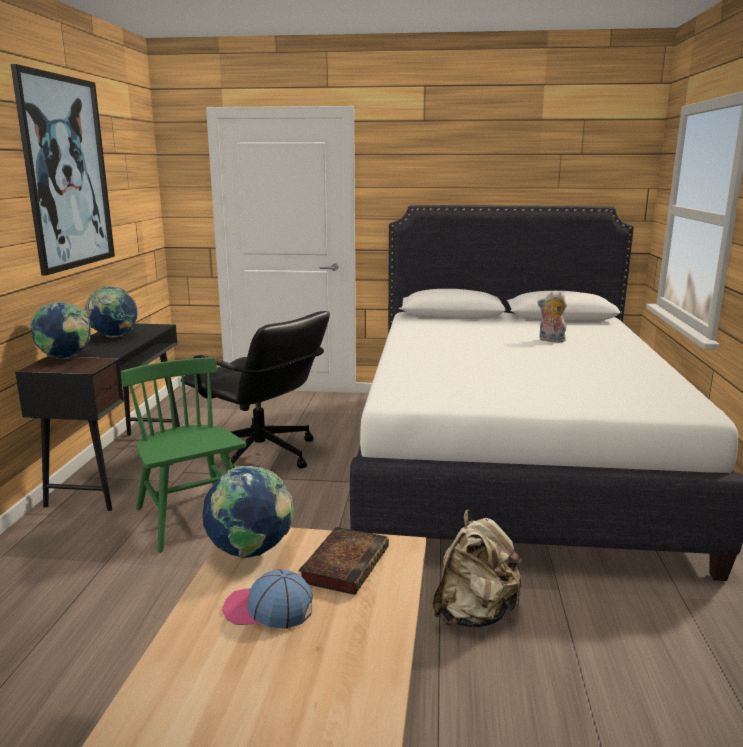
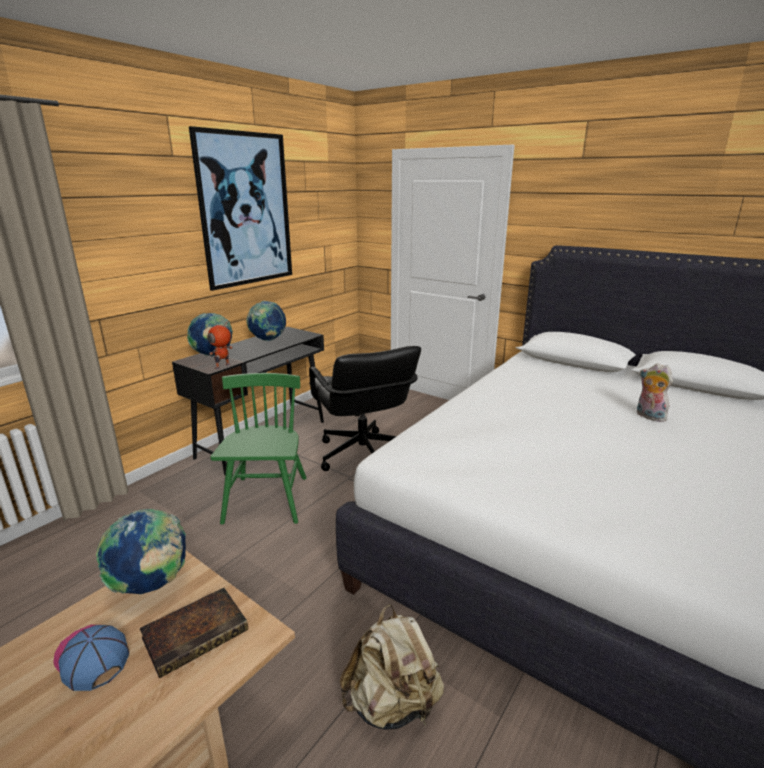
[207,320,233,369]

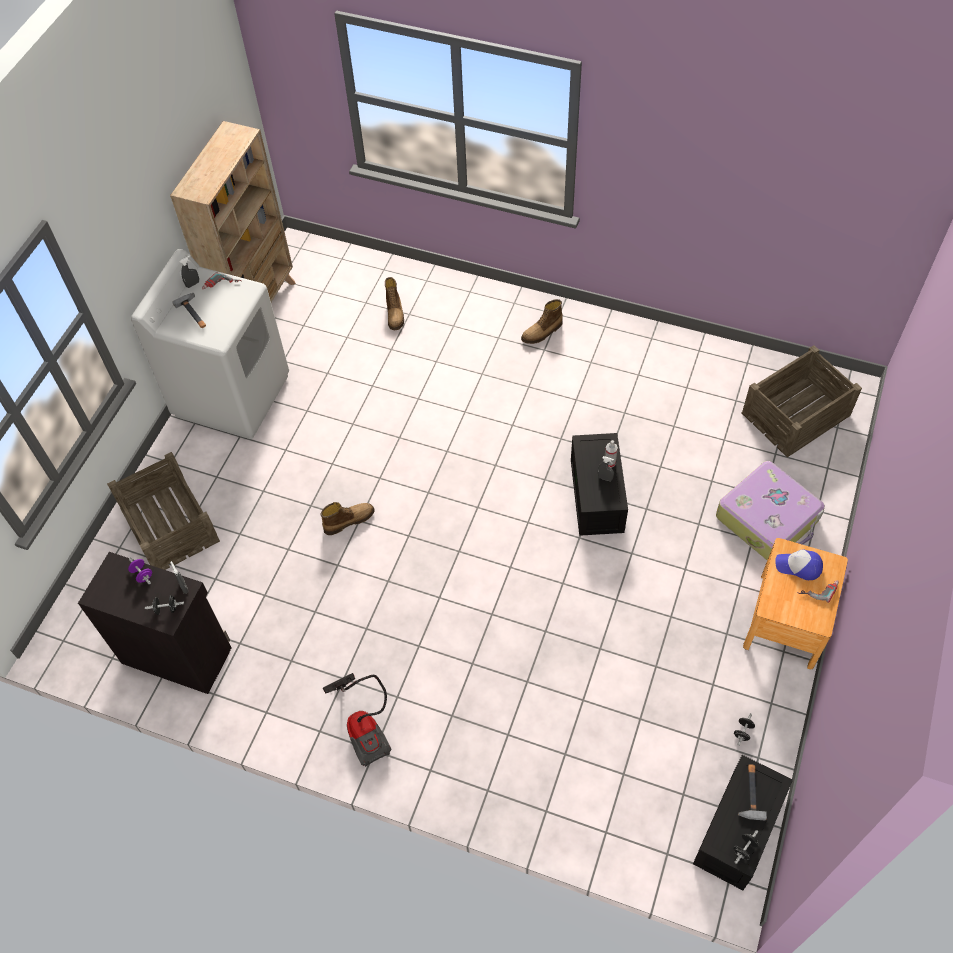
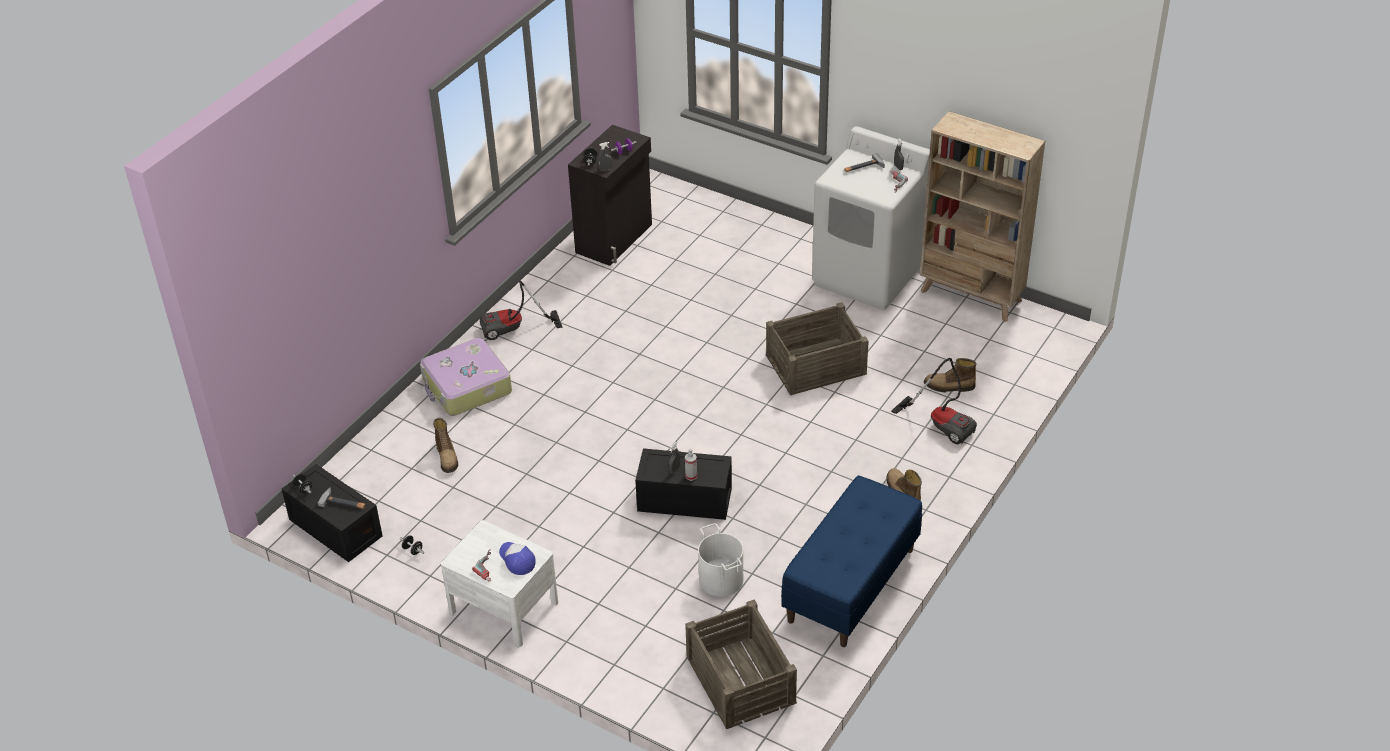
[698,523,743,597]
[781,476,922,647]
[891,358,977,445]
[766,302,869,395]
[433,418,458,473]
[420,338,512,416]
[441,520,558,647]
[499,542,536,575]

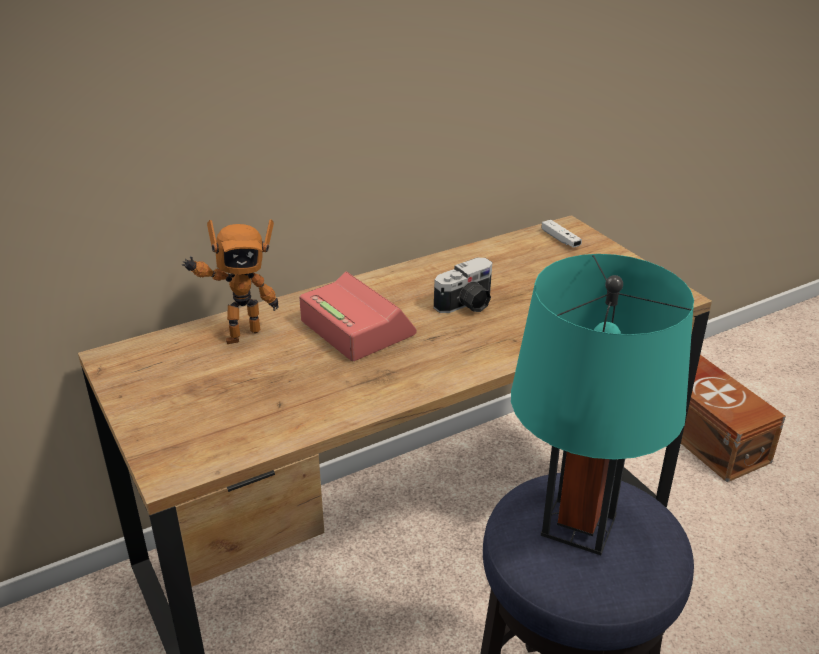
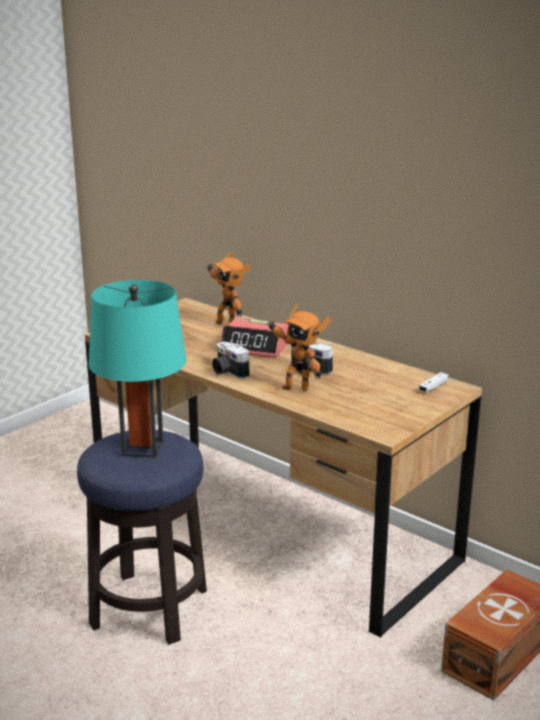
[212,342,250,379]
[267,305,332,391]
[220,318,288,358]

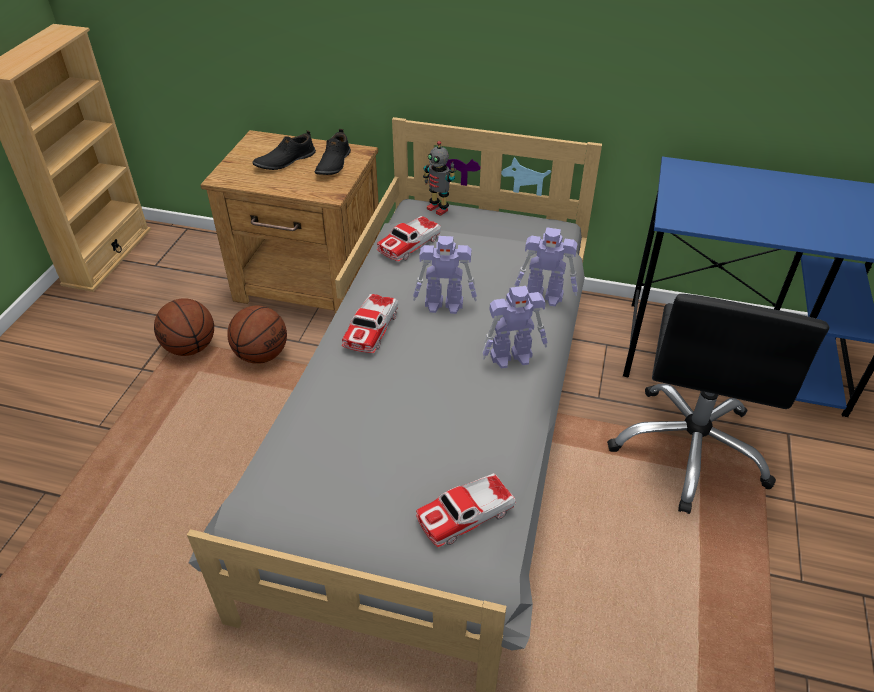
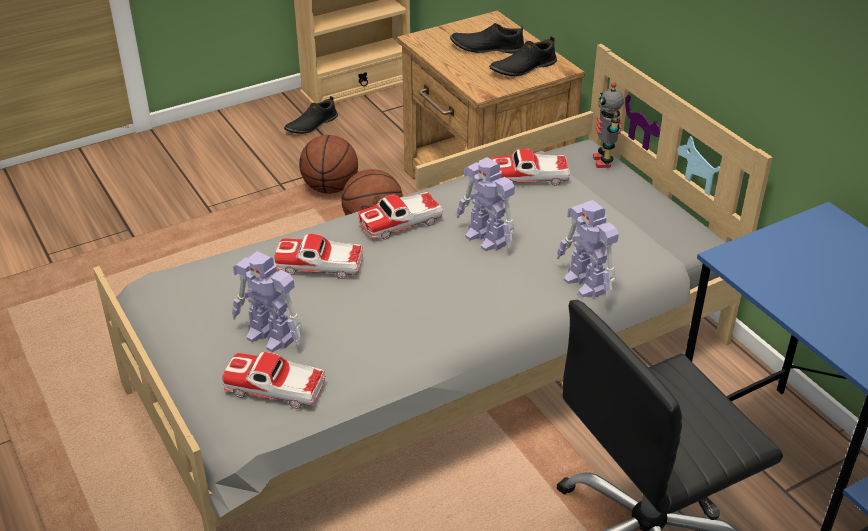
[275,234,363,279]
[284,96,338,134]
[232,251,302,352]

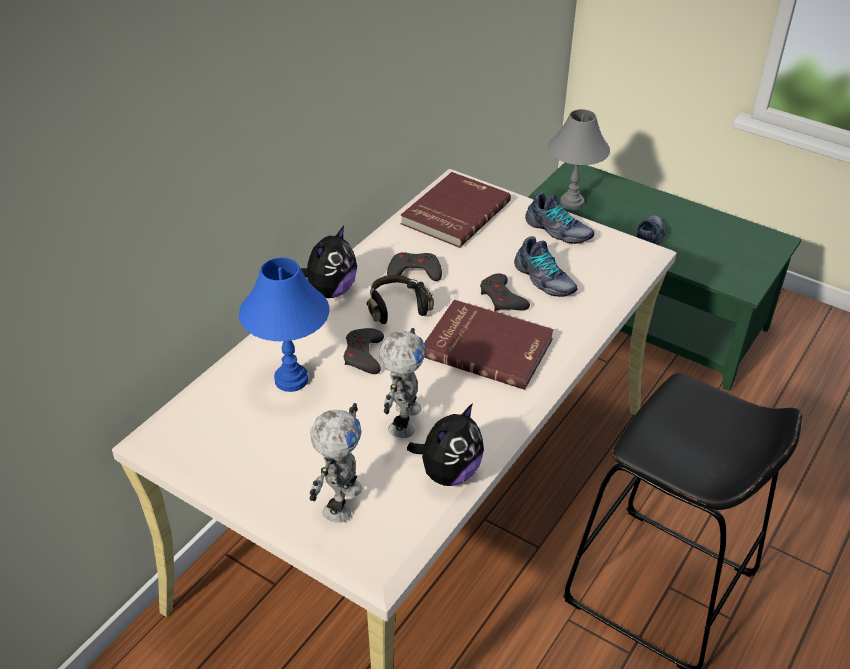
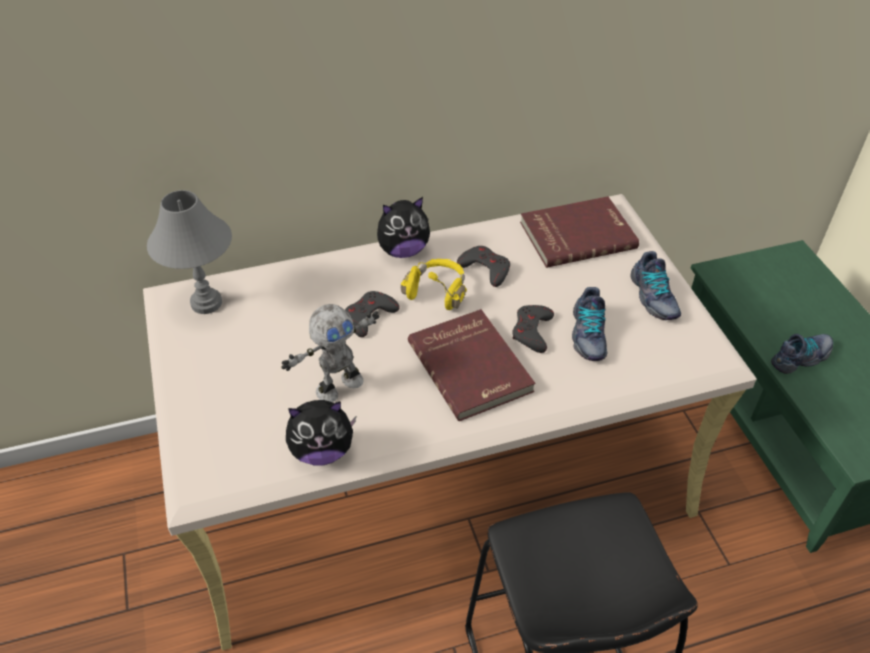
[239,258,329,392] (first image)
[310,403,363,523] (first image)
[147,190,232,314]
[401,259,467,310]

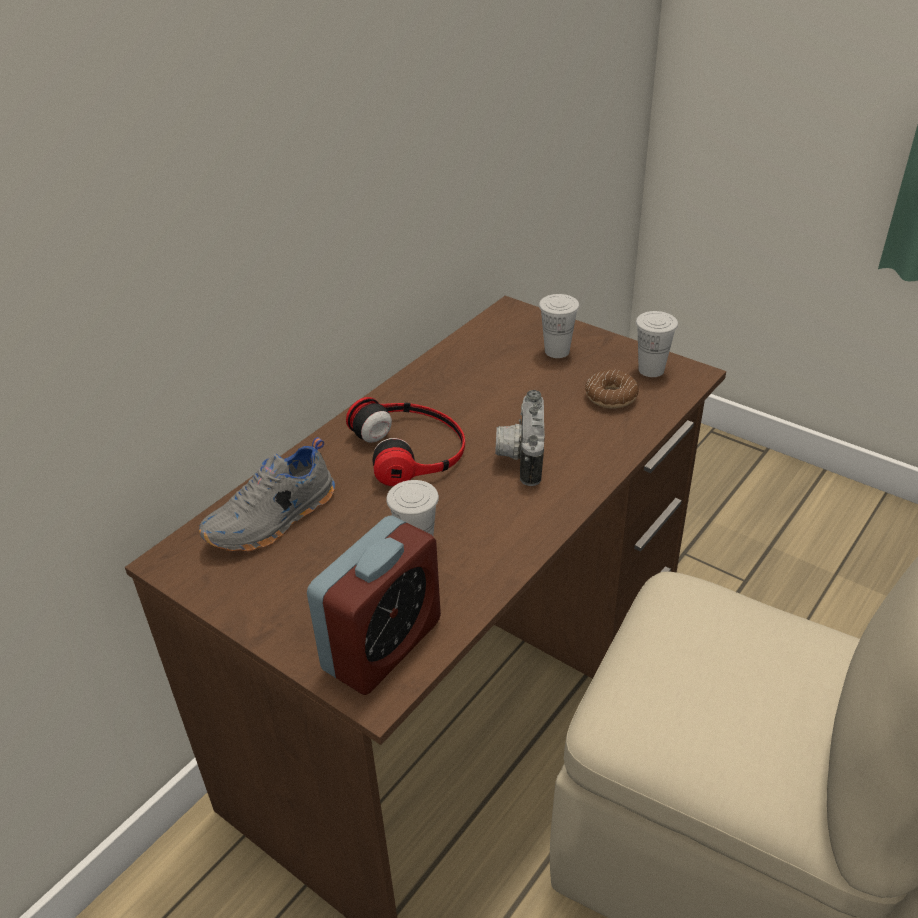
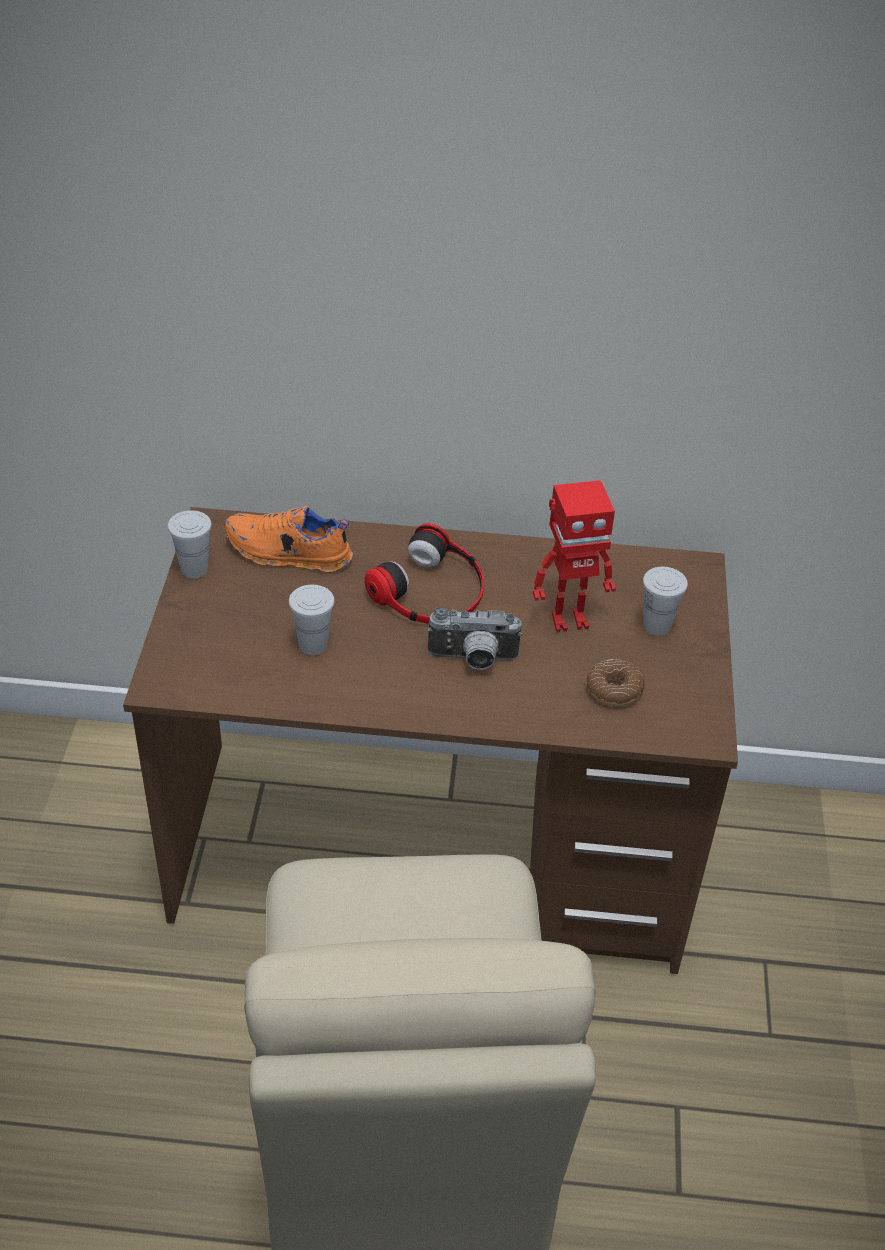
[307,516,441,695] (first image)
[533,480,616,633]
[168,510,212,578]
[225,506,353,573]
[427,607,522,670]

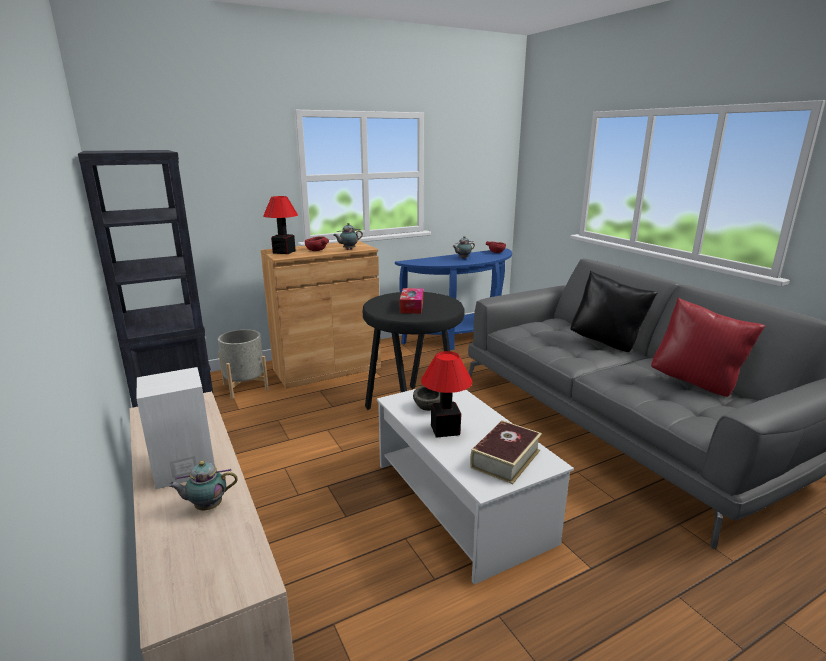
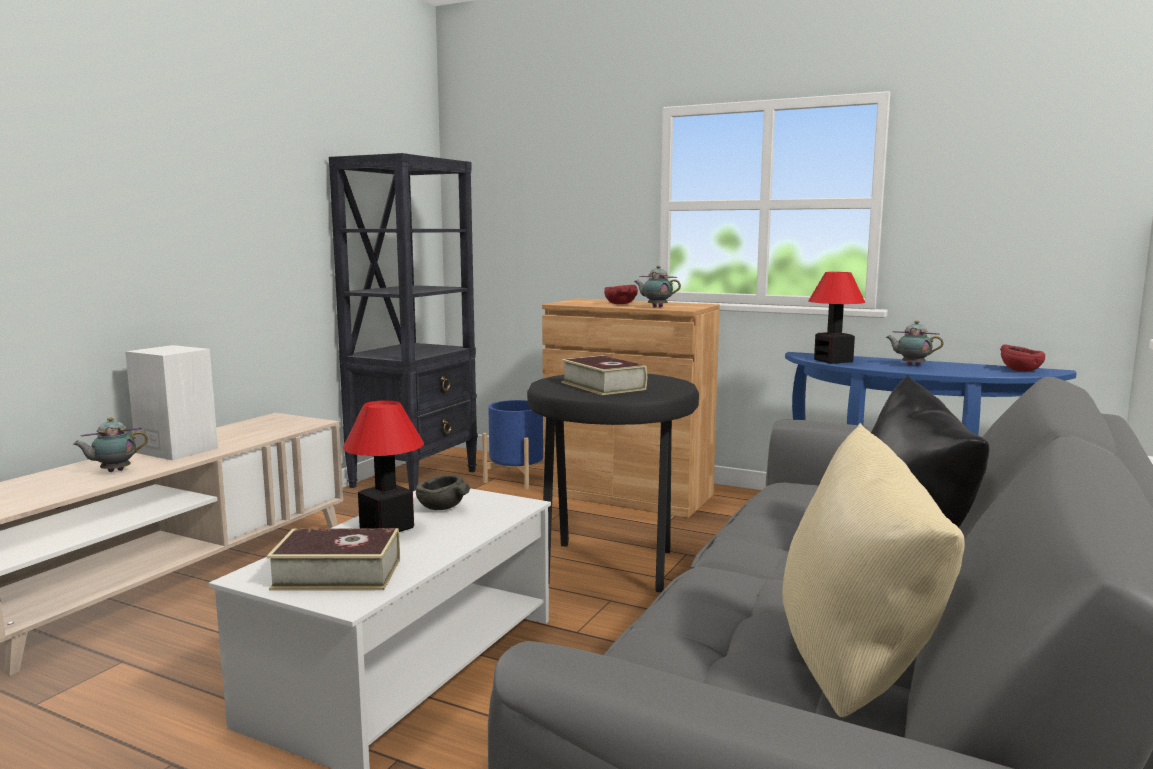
[808,272,865,364]
[561,355,647,395]
[482,400,543,489]
[782,423,965,717]
[73,417,148,472]

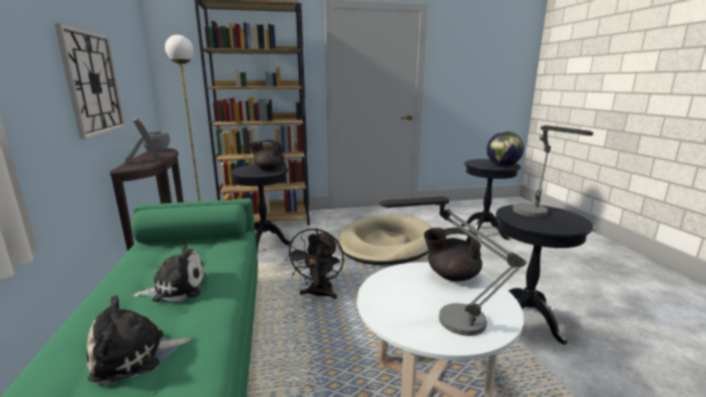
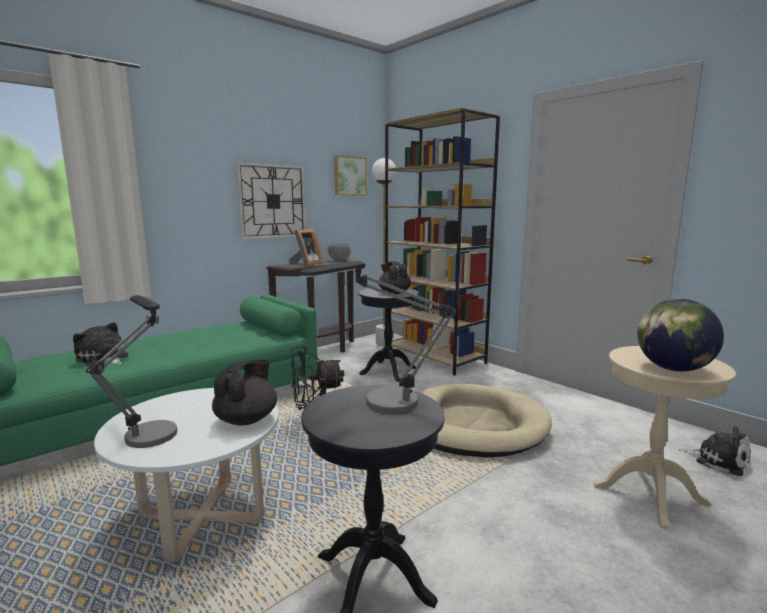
[334,155,367,195]
[678,427,751,476]
[594,346,736,529]
[212,360,277,426]

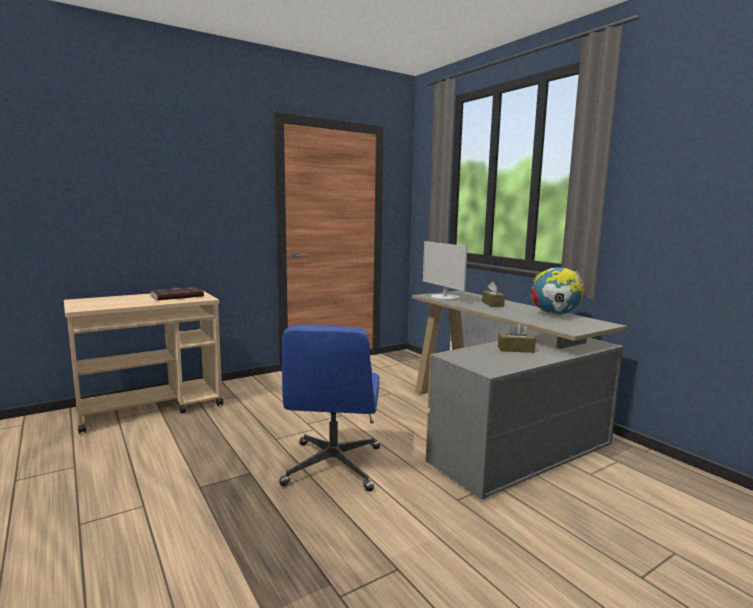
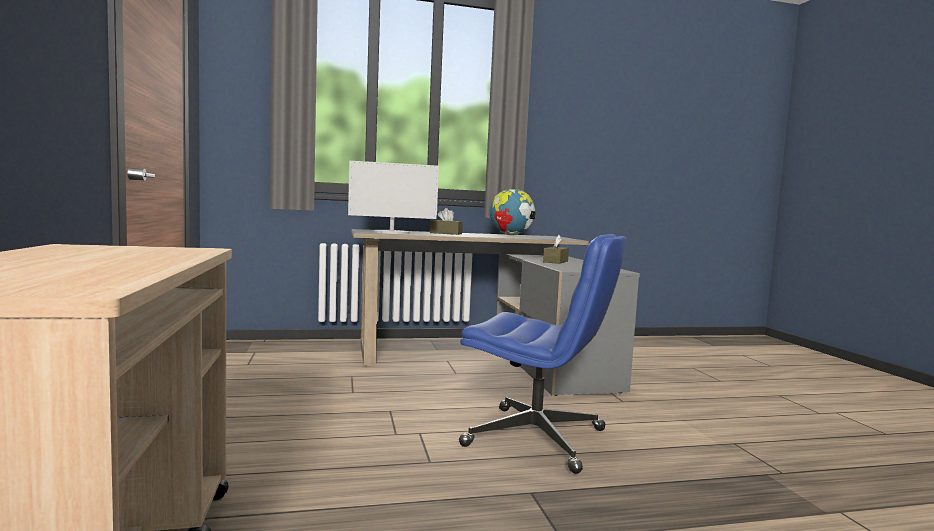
[150,287,205,300] (first image)

